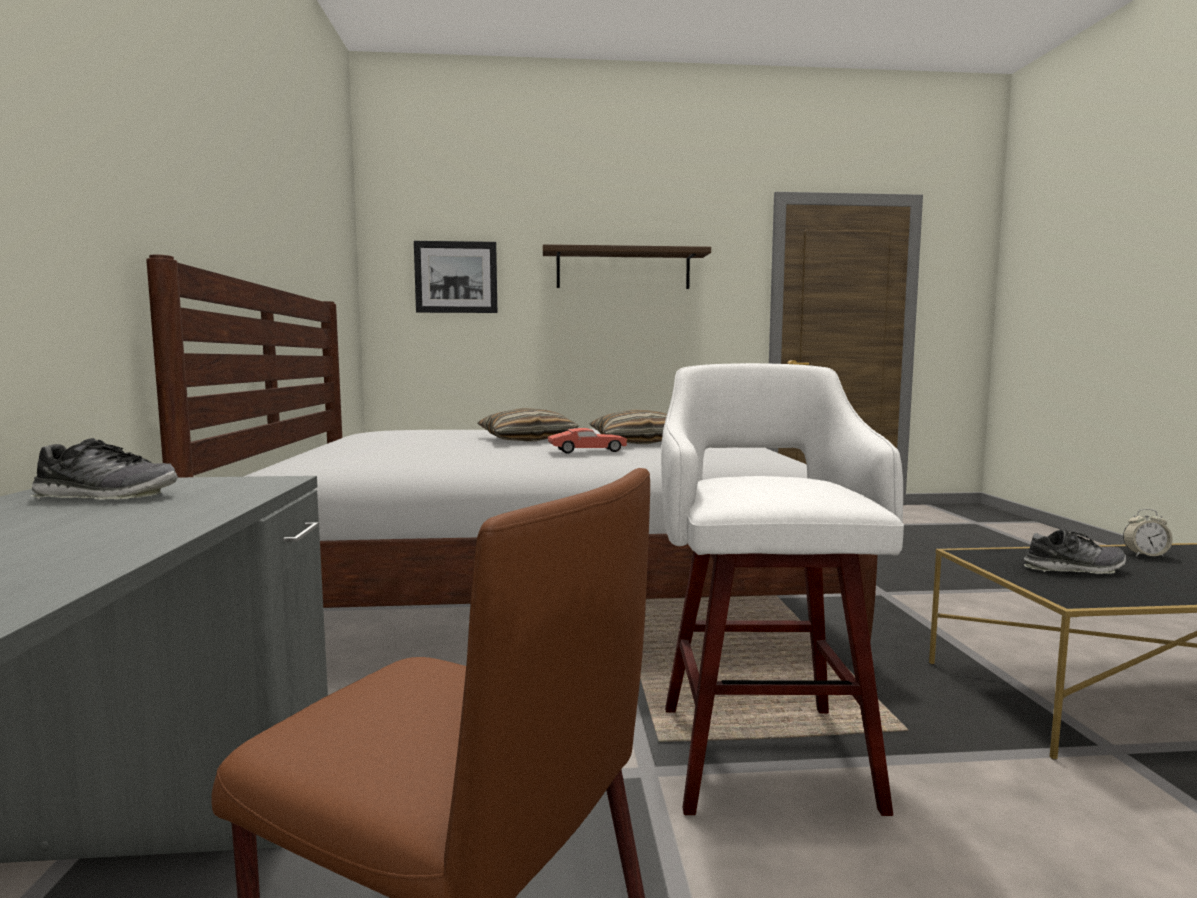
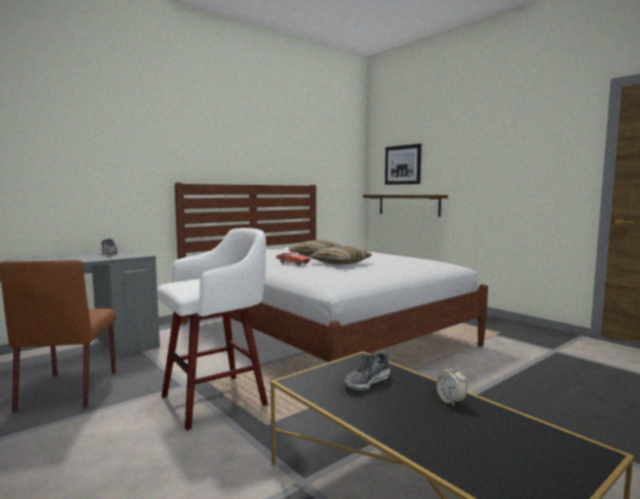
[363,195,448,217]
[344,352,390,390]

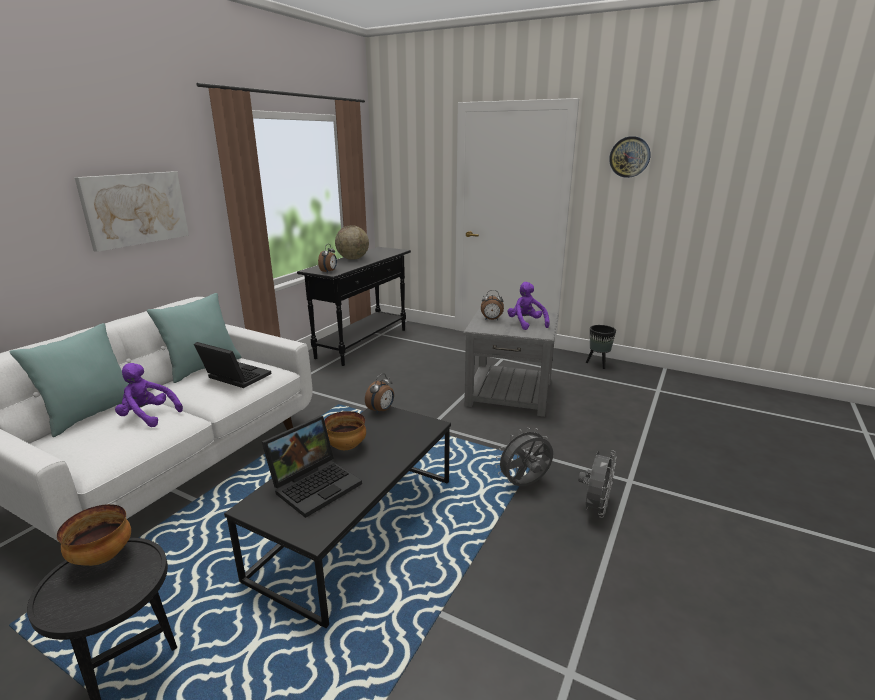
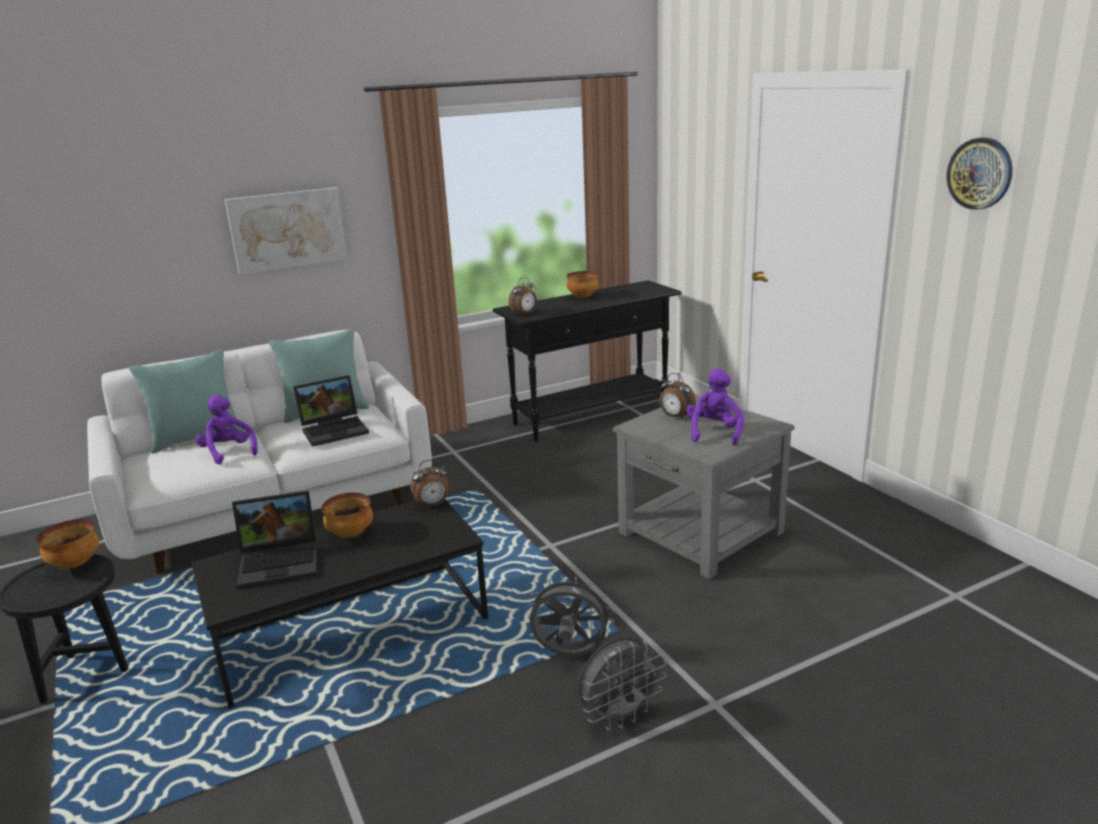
[586,325,616,369] (first image)
[567,271,599,298]
[293,375,369,447]

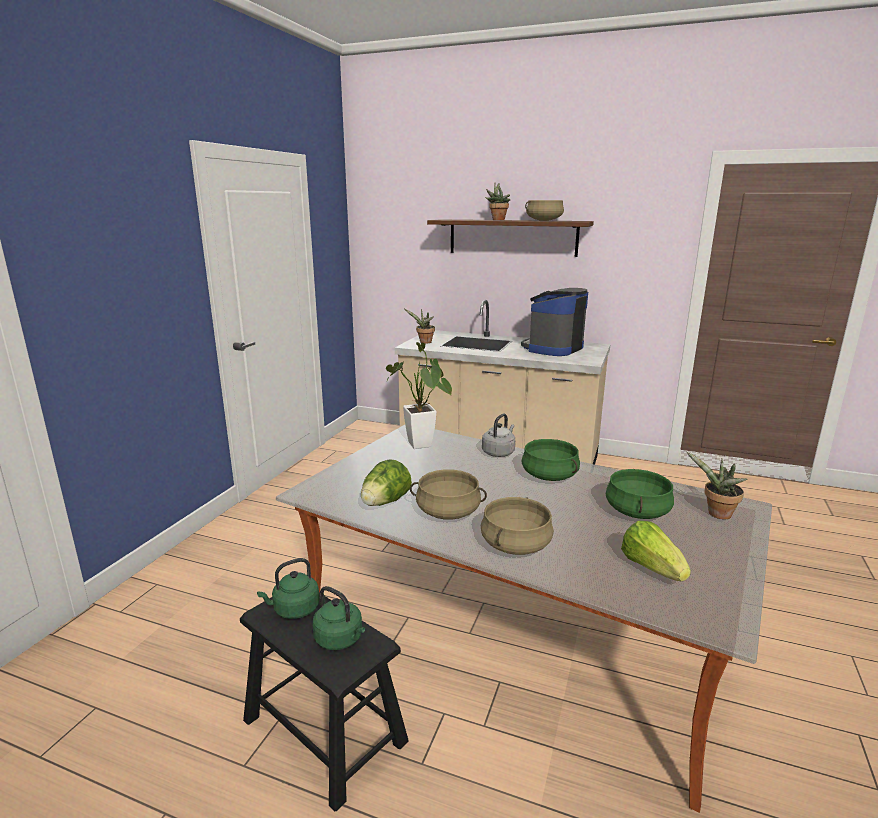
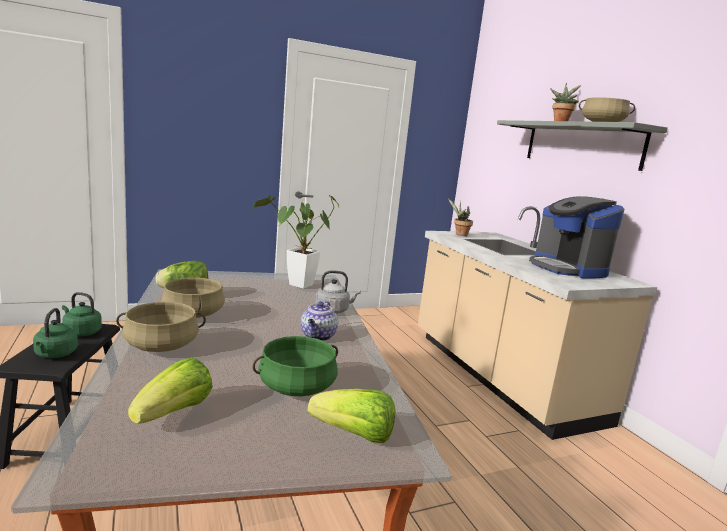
[301,301,338,341]
[308,389,395,443]
[497,120,668,171]
[529,196,624,279]

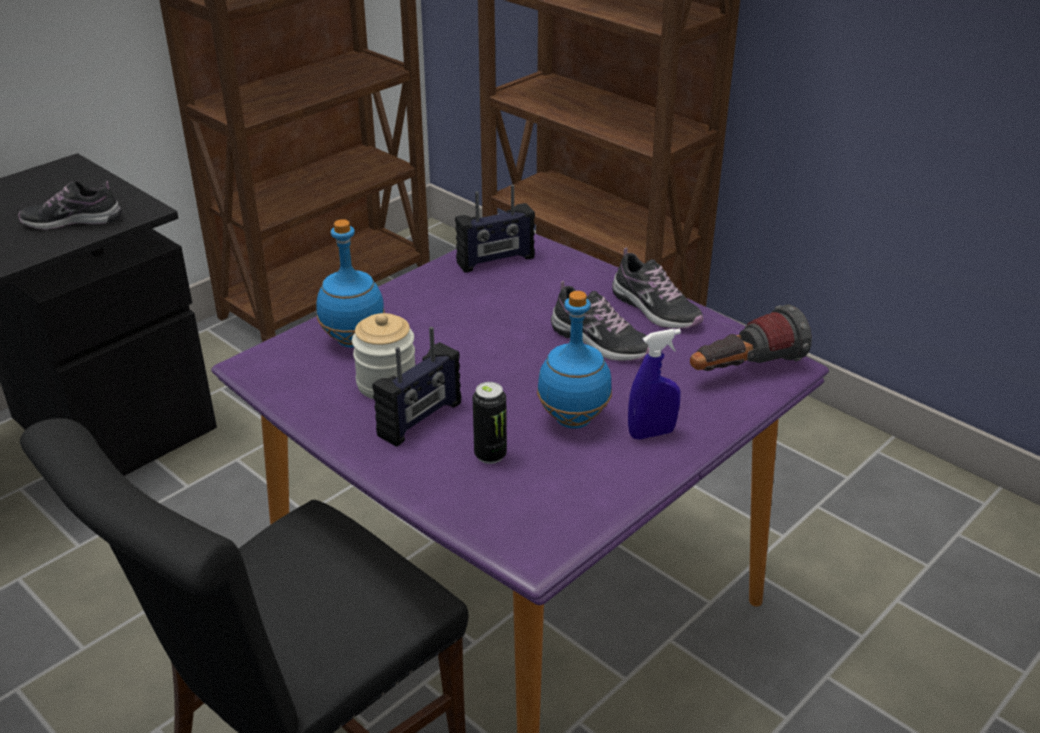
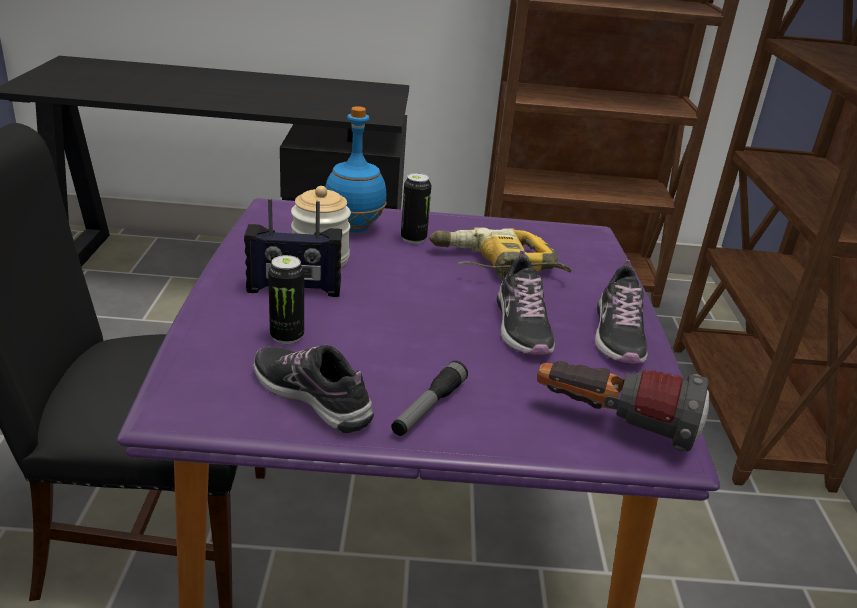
[455,185,535,273] (first image)
[537,291,612,429] (first image)
[401,173,431,244]
[429,227,572,280]
[253,345,374,433]
[391,361,468,436]

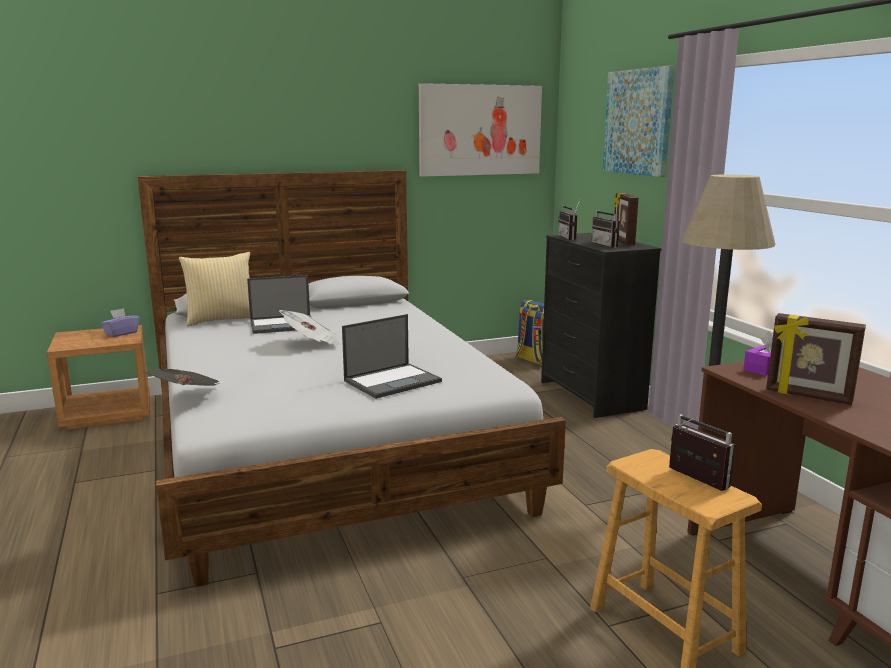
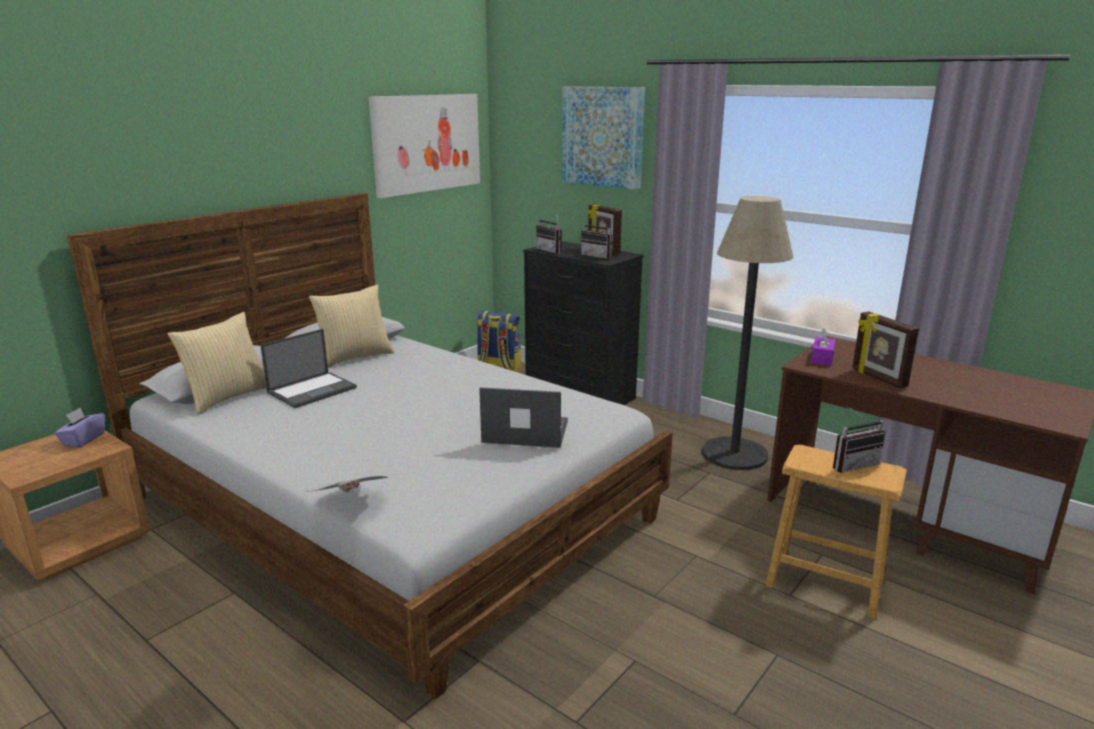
[279,310,341,346] (first image)
[309,284,394,368]
[479,387,568,448]
[833,406,886,473]
[852,311,919,388]

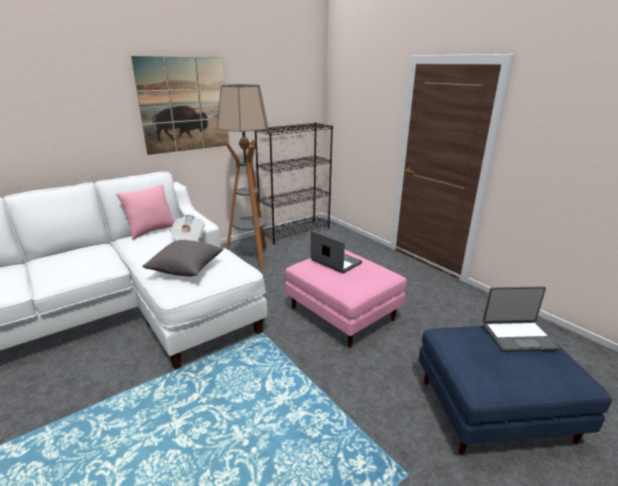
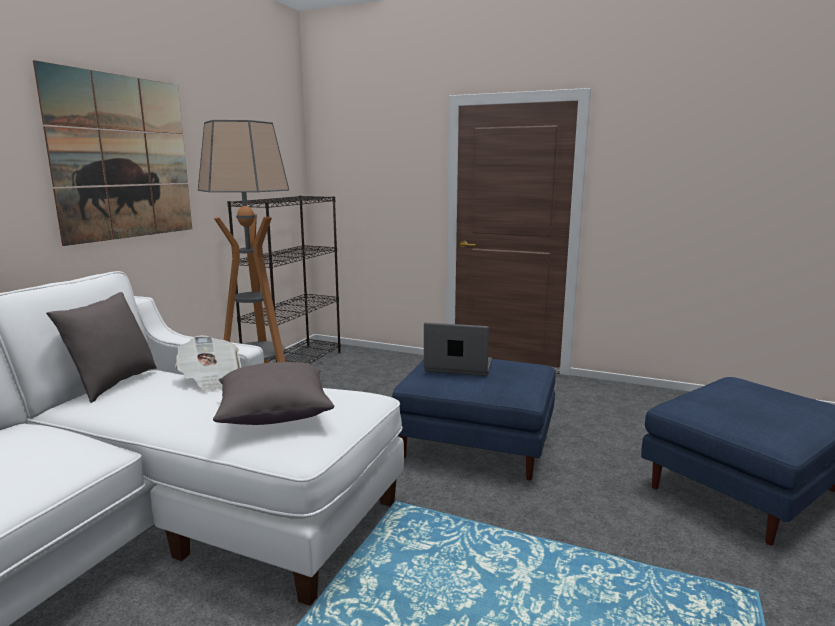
[483,286,561,352] (first image)
[46,292,157,403]
[392,359,556,480]

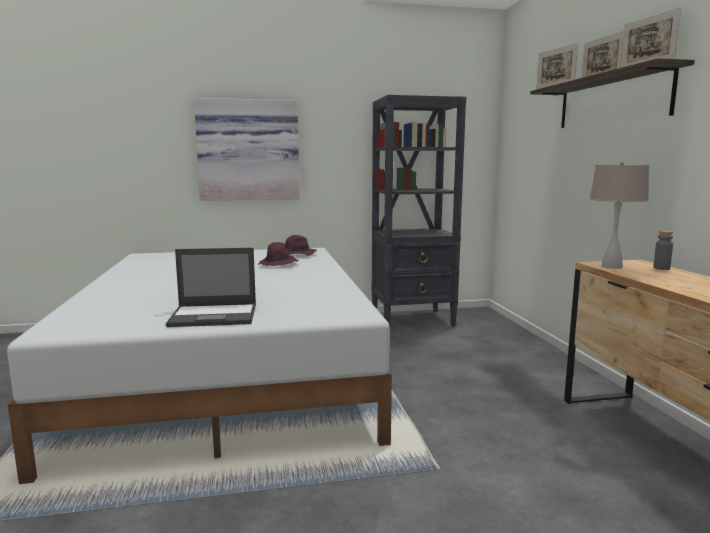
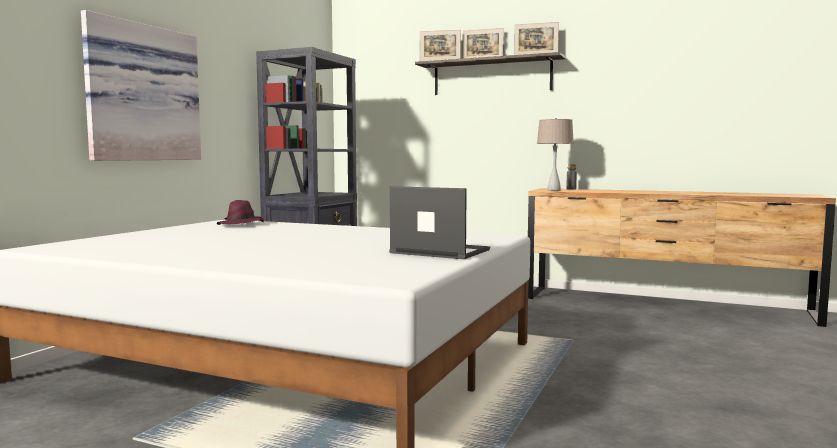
[258,242,298,266] (first image)
[389,186,490,259]

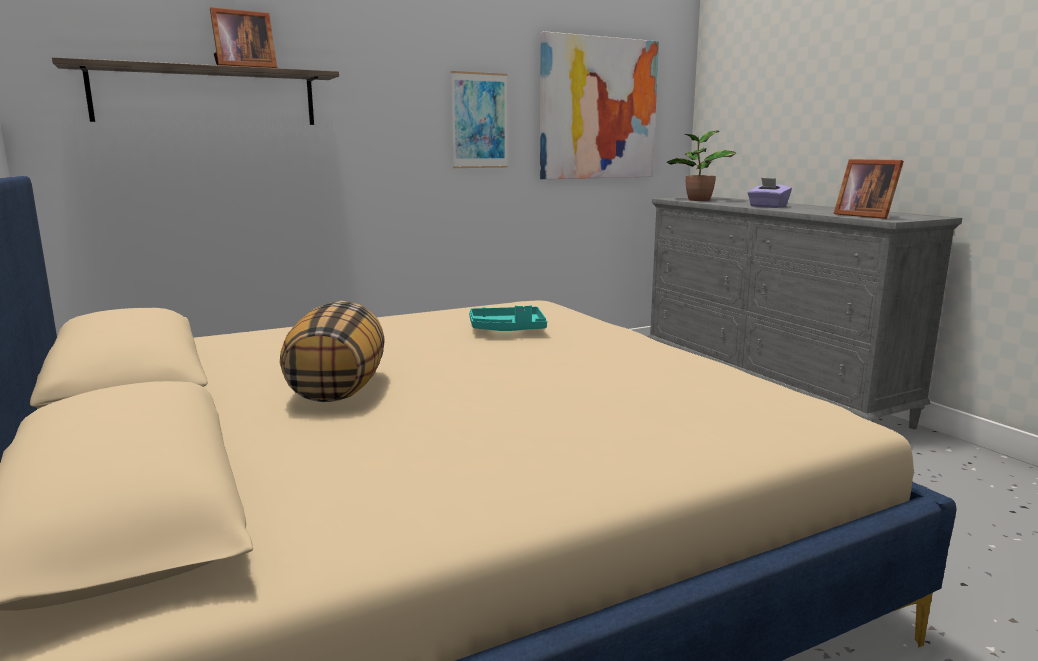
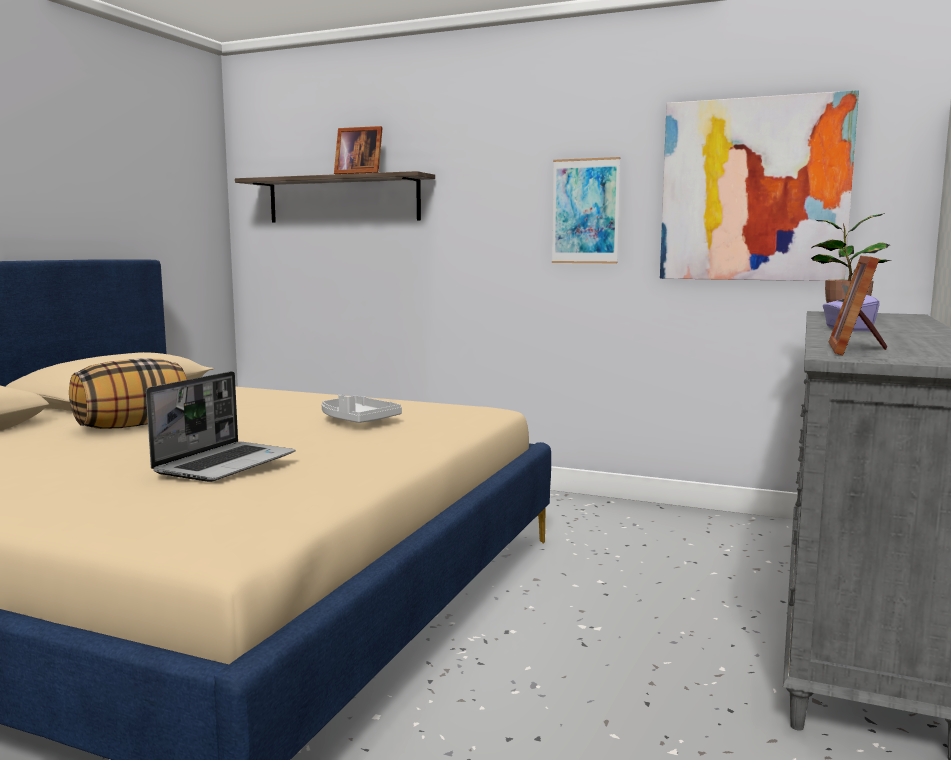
[146,371,295,482]
[321,394,402,423]

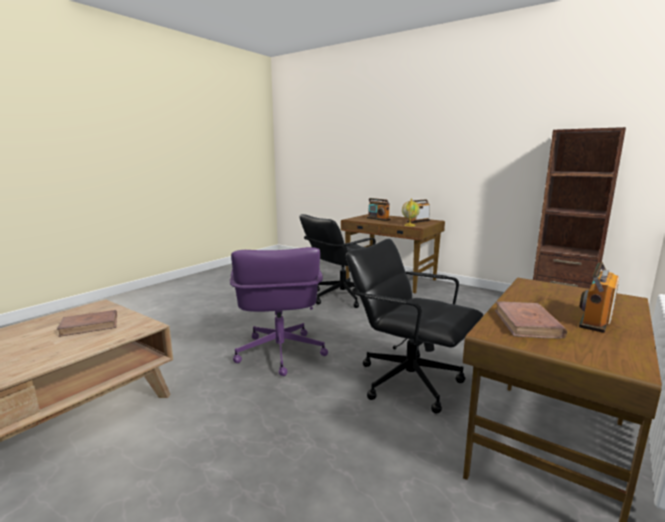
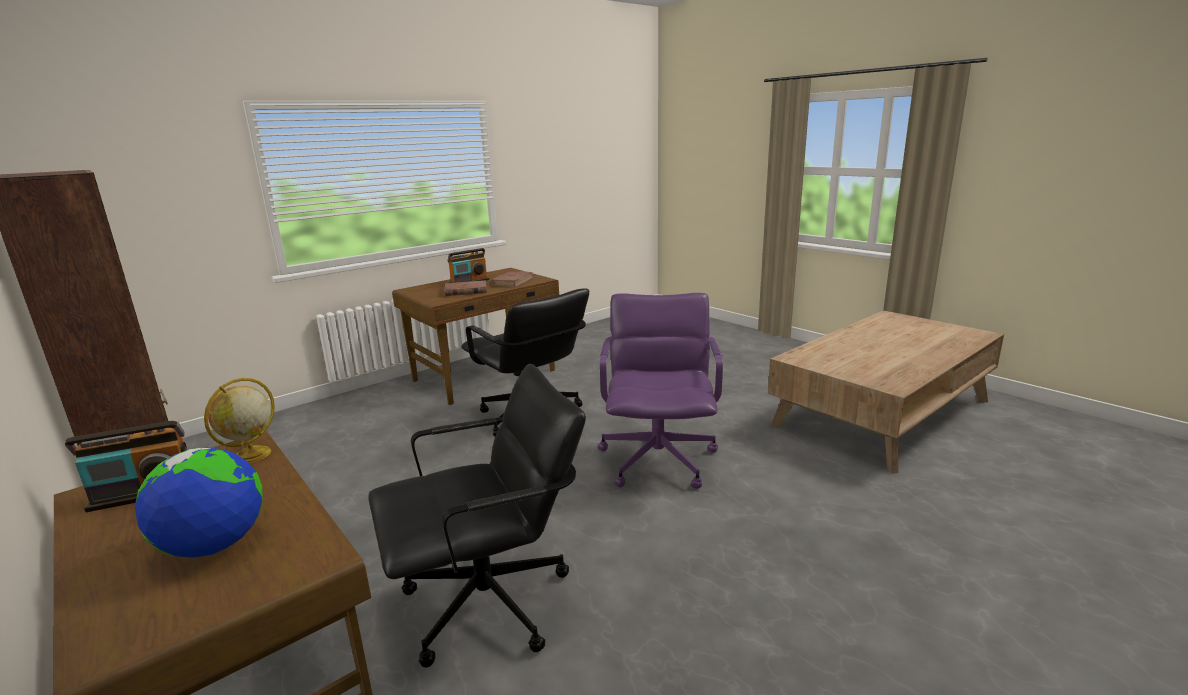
[444,280,487,296]
[135,447,263,558]

